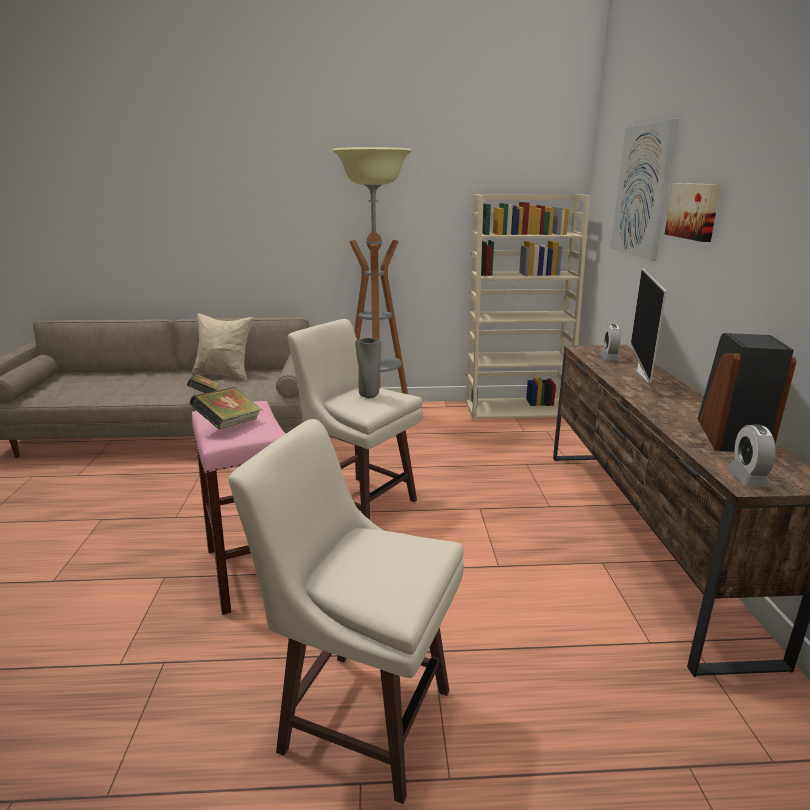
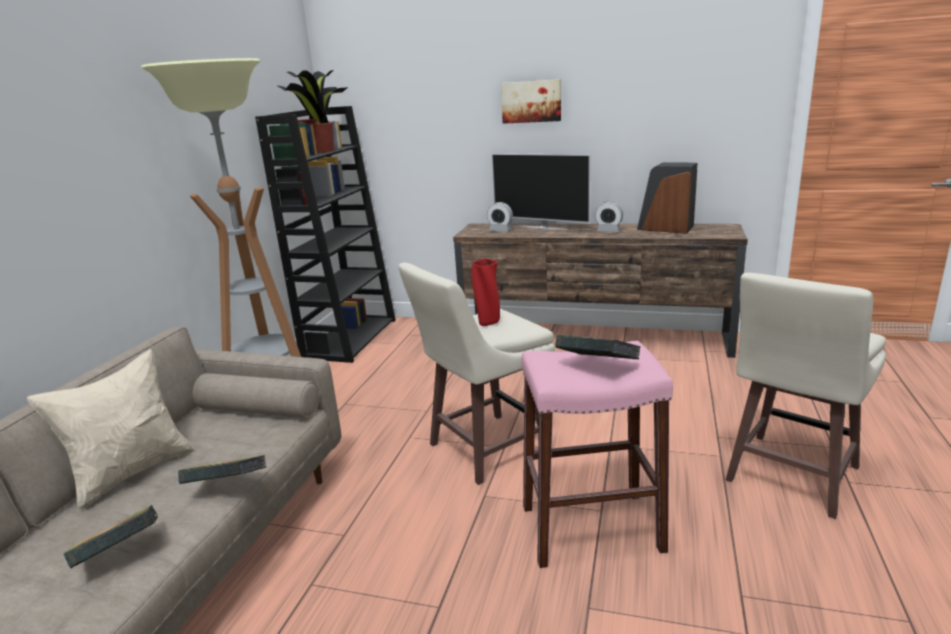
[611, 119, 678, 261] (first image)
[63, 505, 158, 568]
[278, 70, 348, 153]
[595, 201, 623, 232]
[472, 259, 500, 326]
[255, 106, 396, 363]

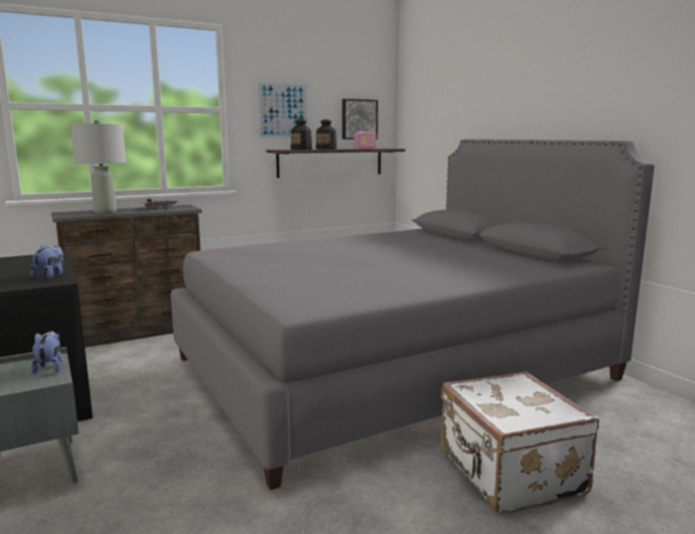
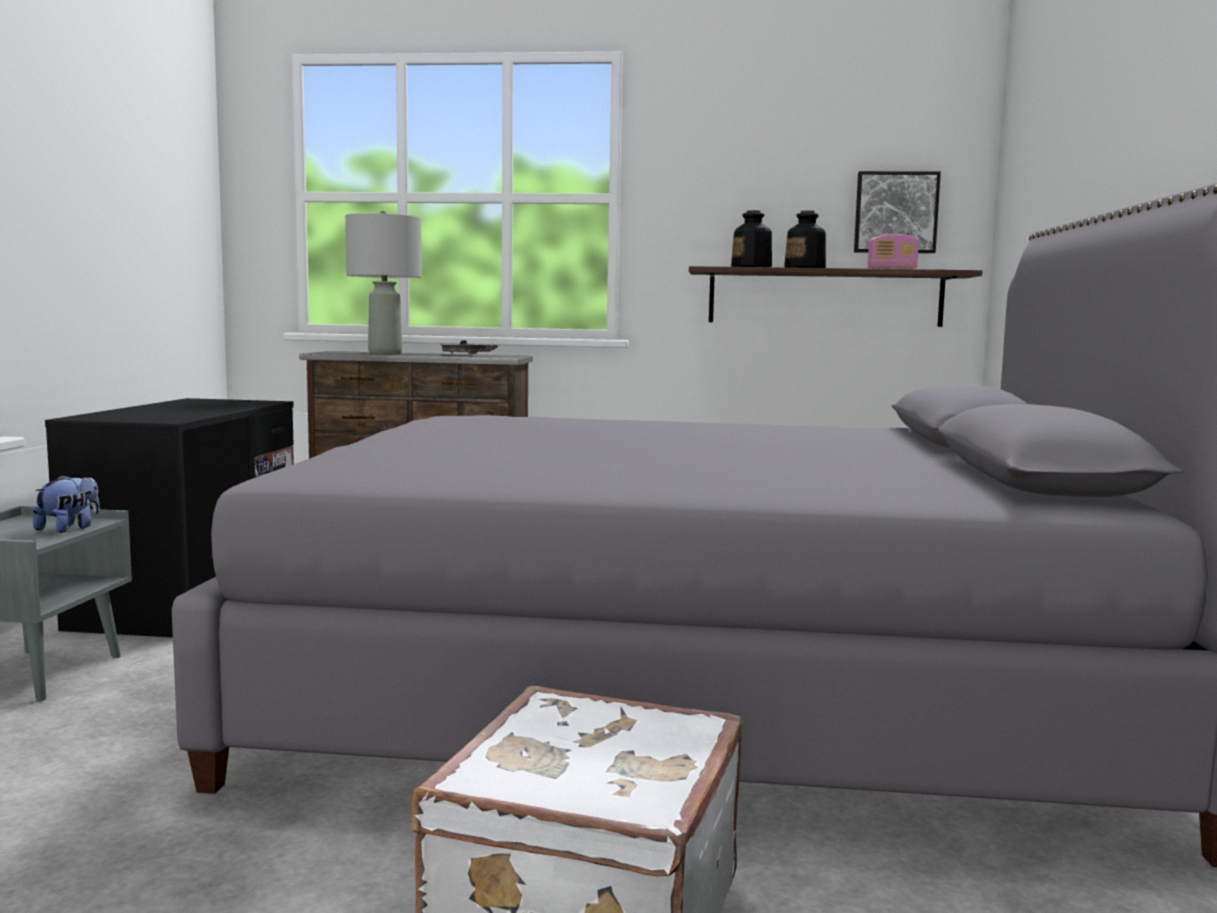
[31, 245, 64, 279] (first image)
[257, 81, 308, 138] (first image)

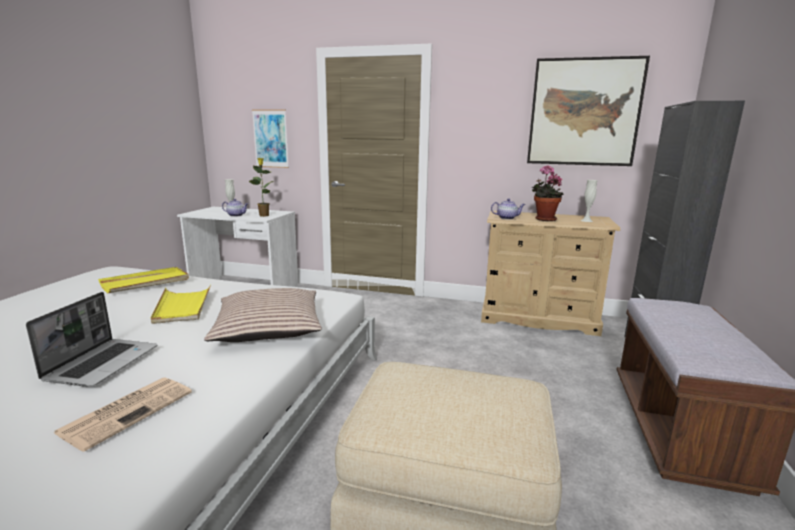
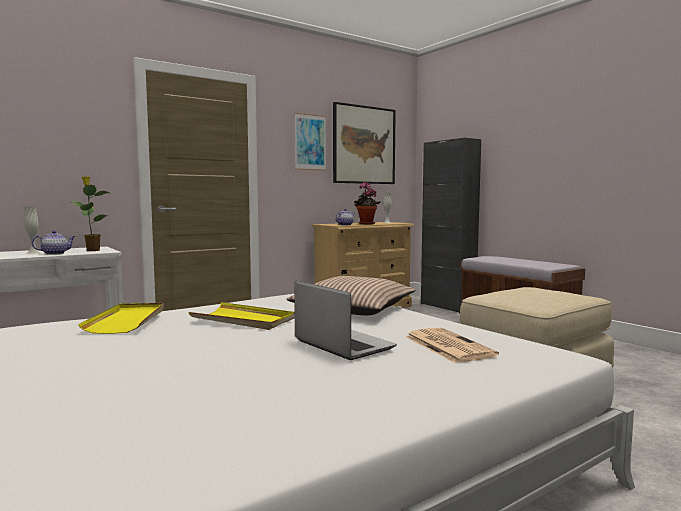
[295, 113, 326, 171]

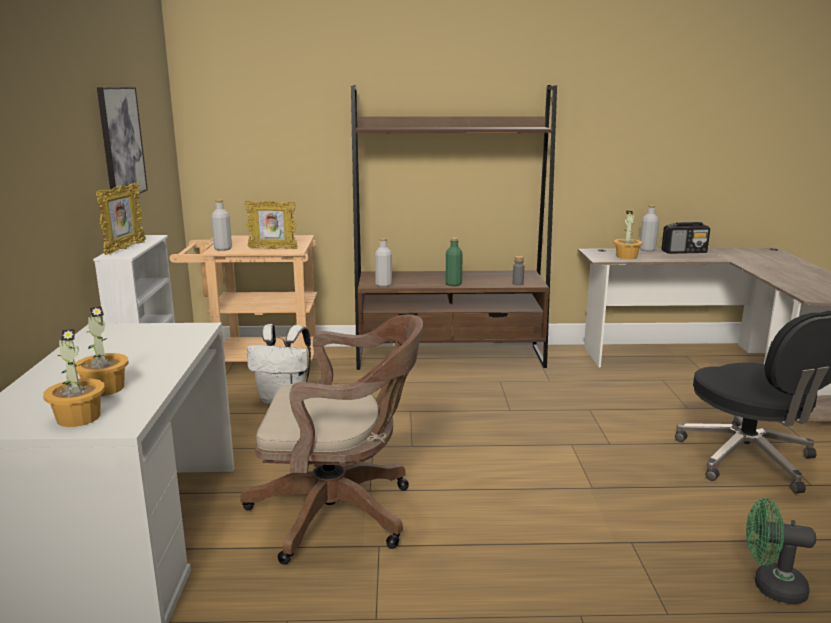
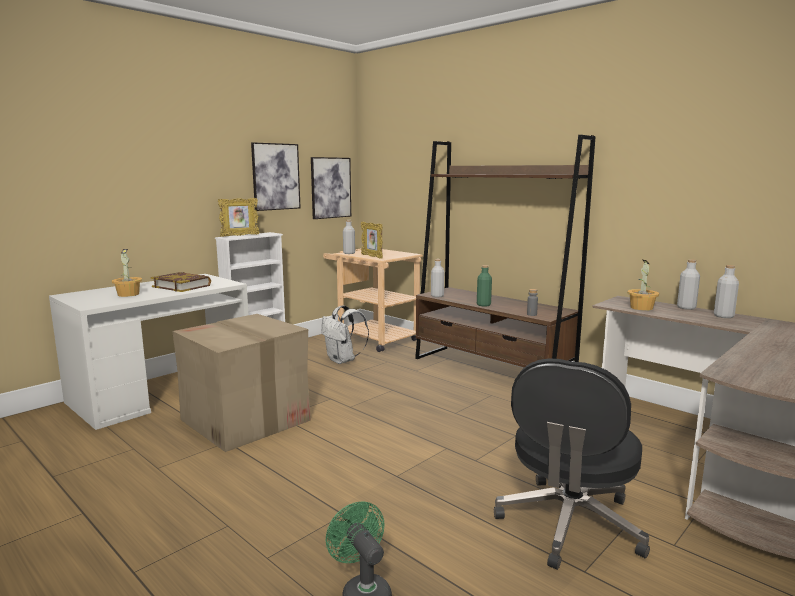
[43, 329, 105, 427] (first image)
[151, 272, 211, 292]
[311, 157, 351, 219]
[172, 314, 311, 452]
[714, 265, 739, 318]

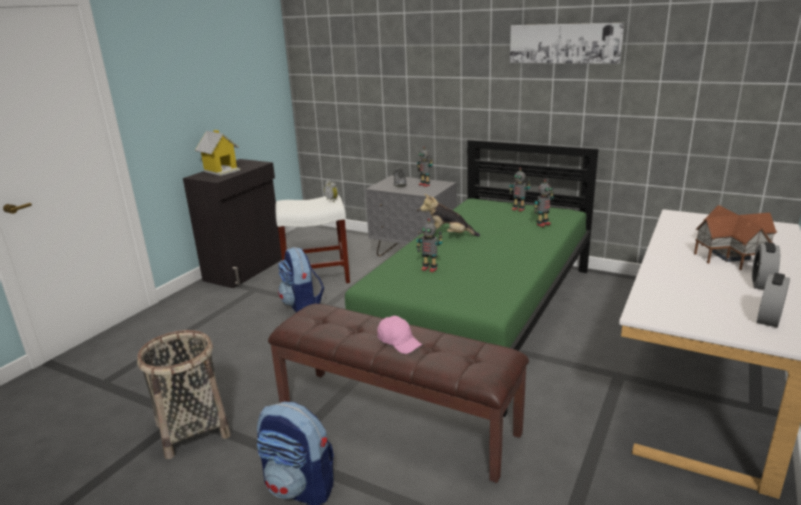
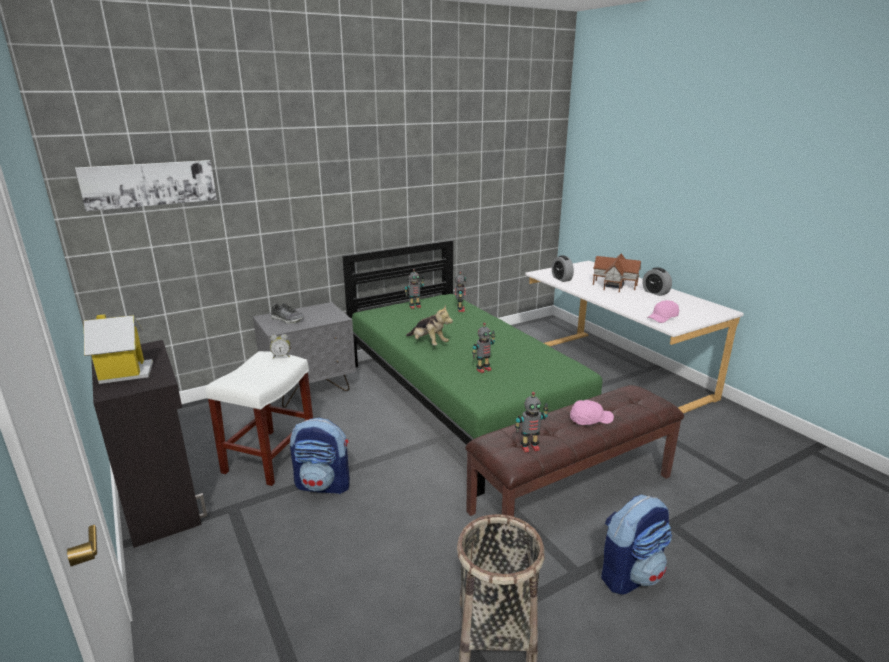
[647, 300, 679, 323]
[515, 392, 548, 452]
[75, 160, 217, 211]
[552, 255, 574, 282]
[406, 305, 453, 346]

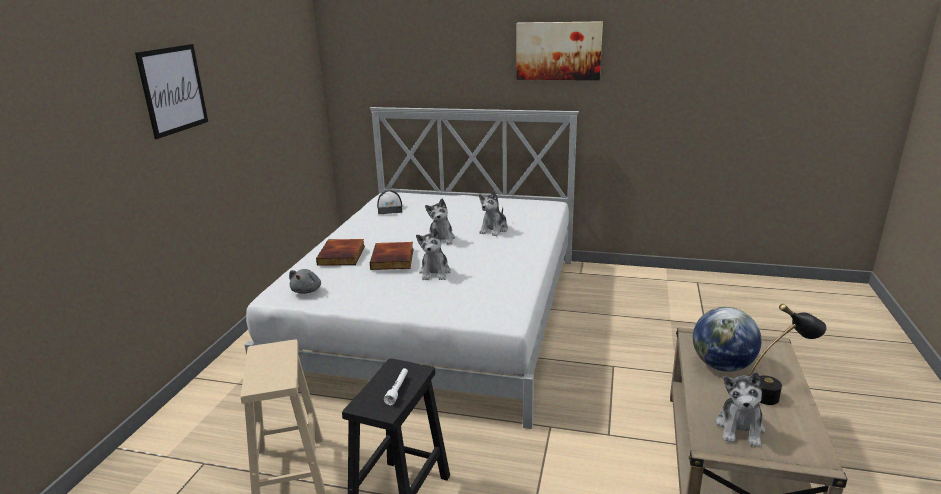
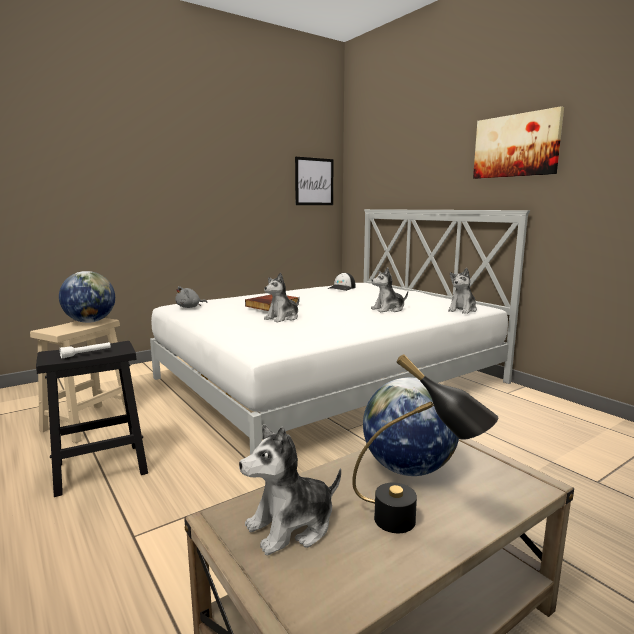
[316, 239, 365, 266] (first image)
[59, 271, 115, 323]
[295, 157, 334, 205]
[448, 268, 477, 314]

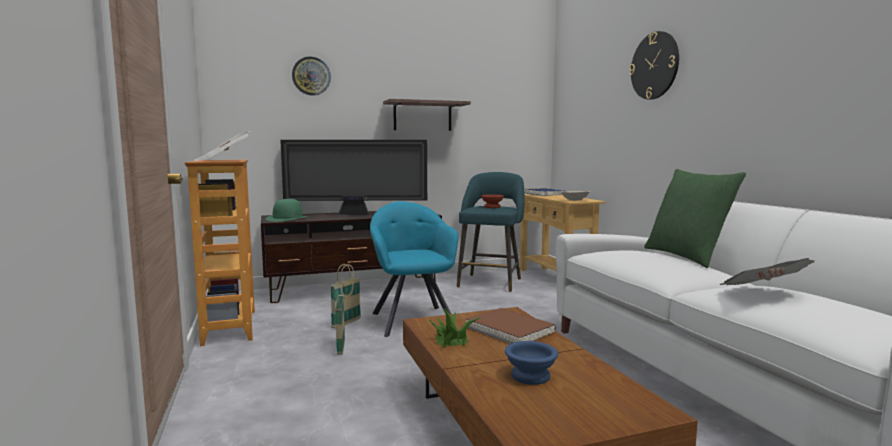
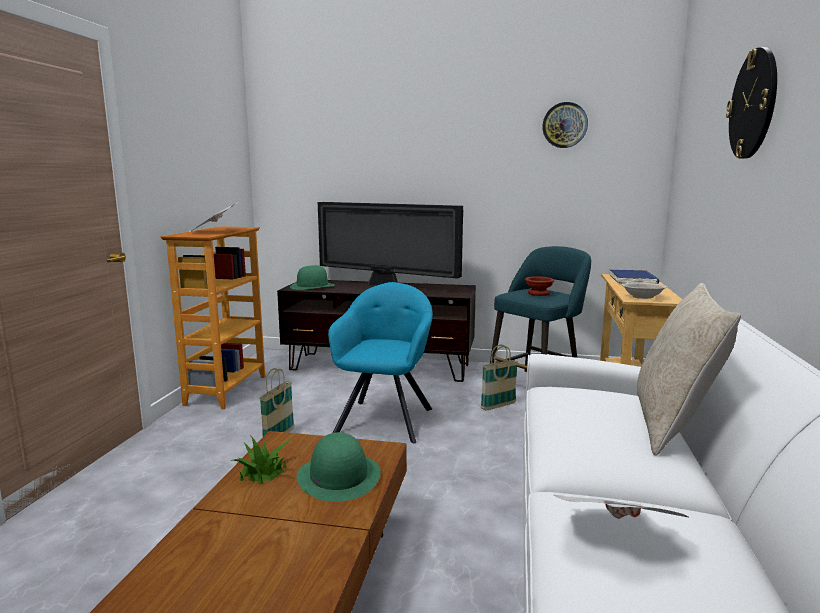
[383, 99, 471, 131] (first image)
[505, 341, 558, 385] (first image)
[542, 102, 588, 148]
[480, 345, 518, 410]
[297, 432, 381, 502]
[637, 283, 741, 456]

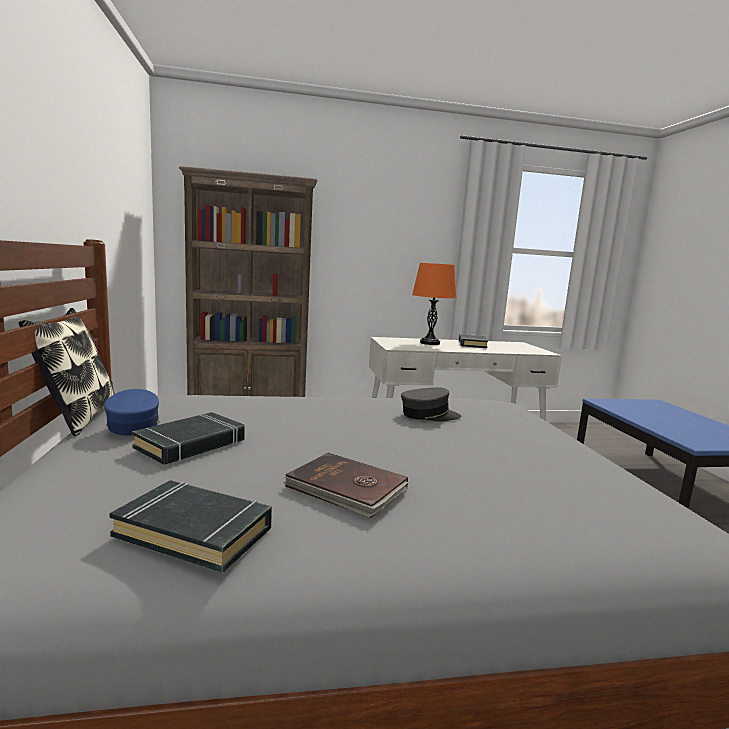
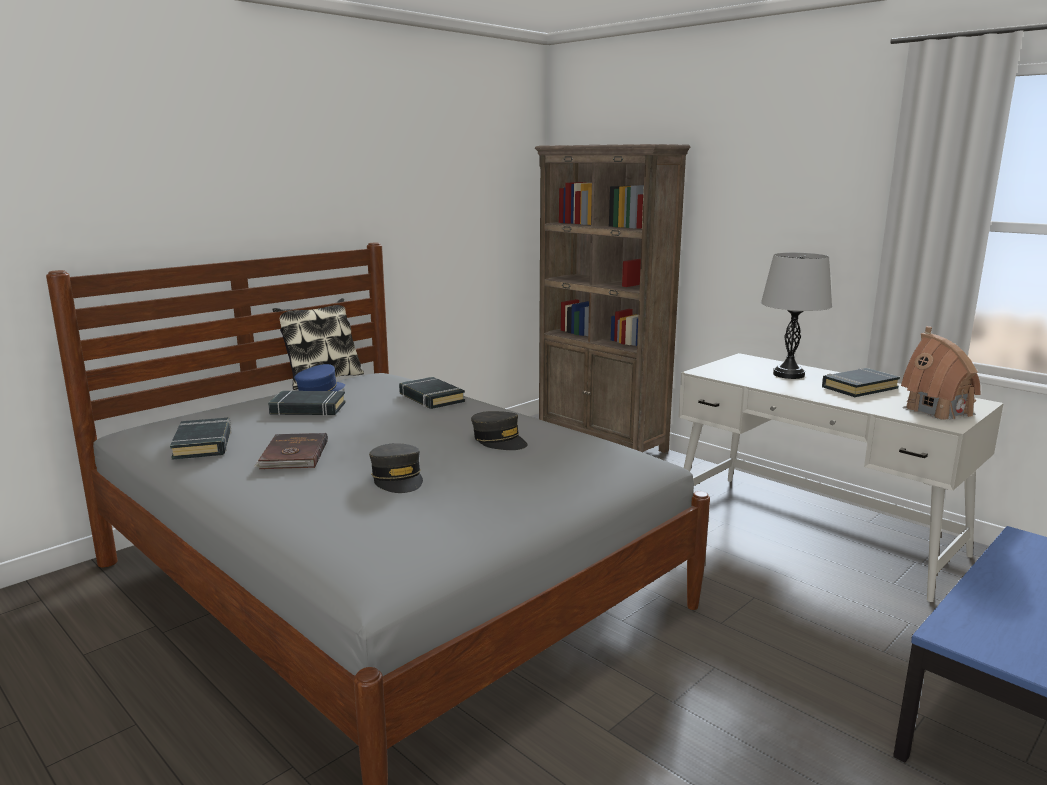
[369, 443, 423, 493]
[399, 377, 465, 409]
[901, 326, 980, 420]
[761, 253, 832, 379]

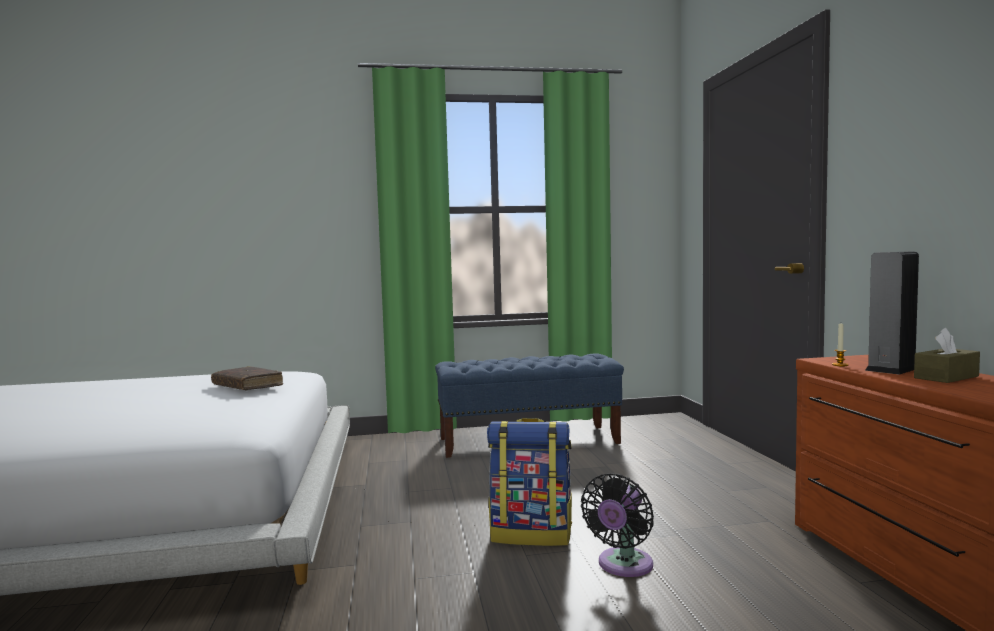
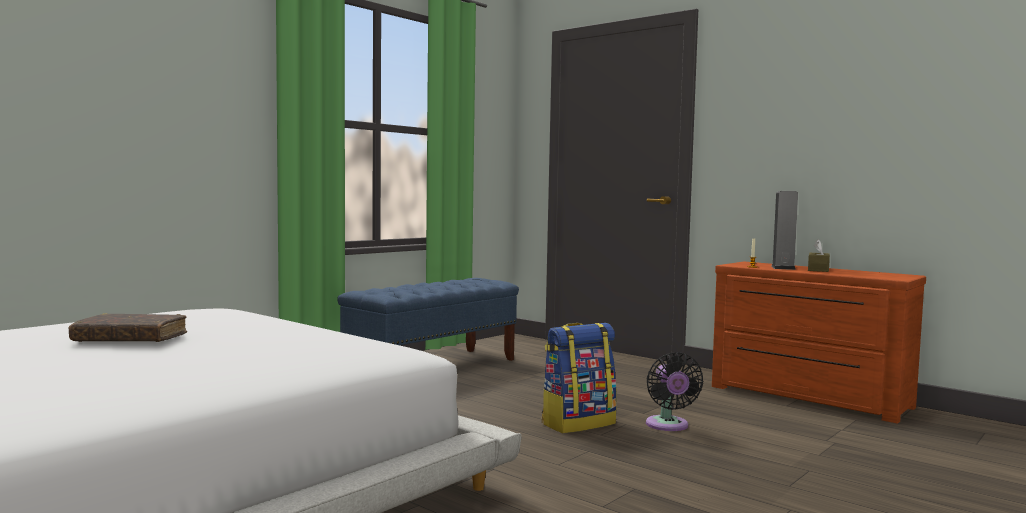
[69, 313, 187, 342]

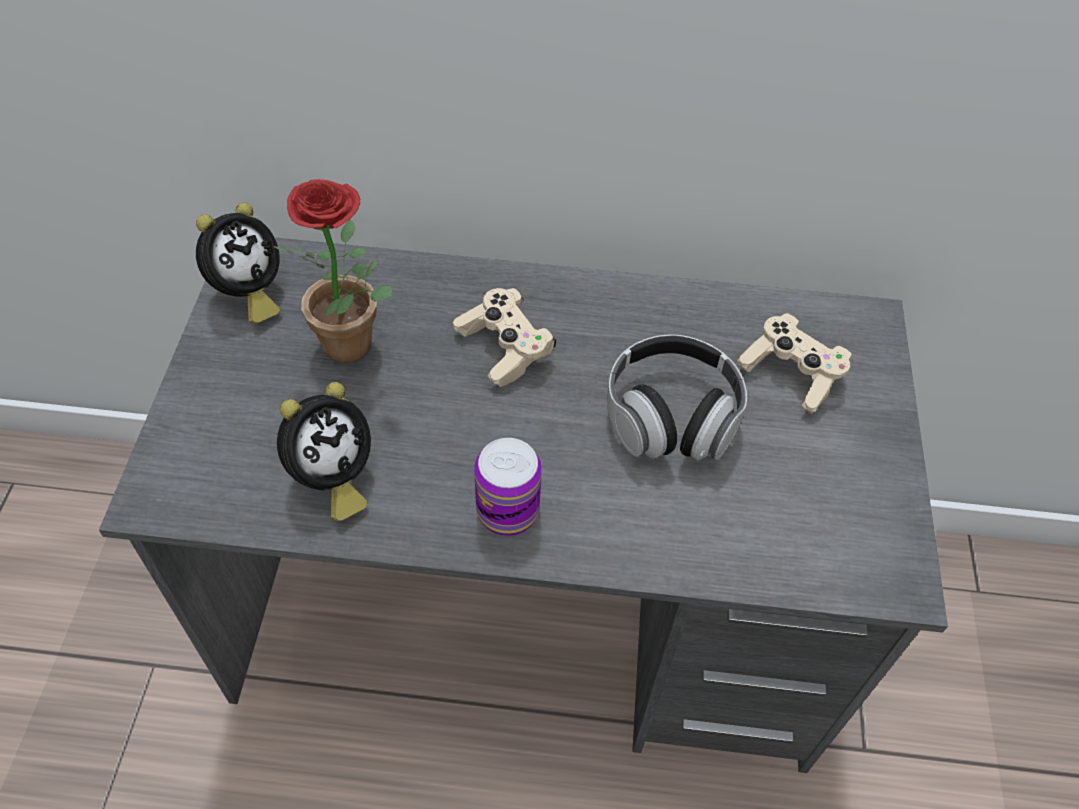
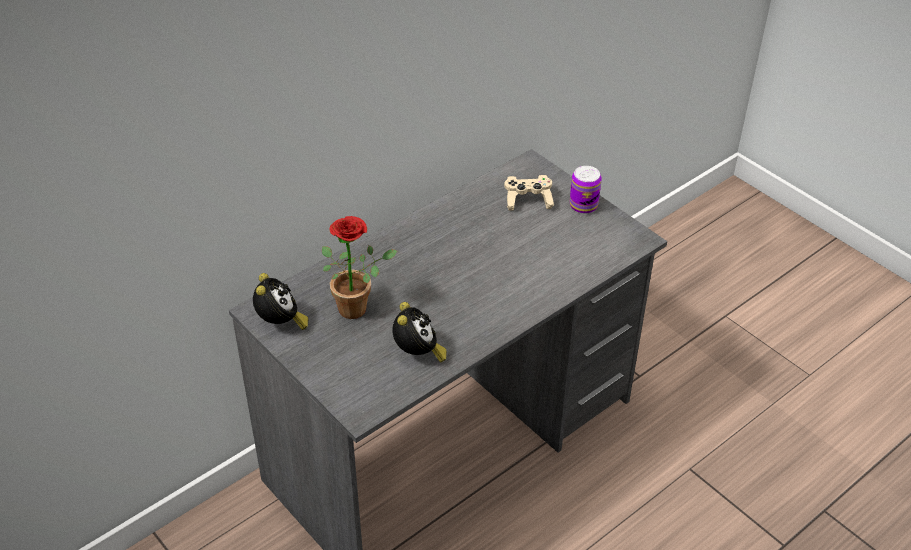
[453, 288, 556, 387] (first image)
[607, 335, 747, 461] (first image)
[570, 166, 602, 214]

